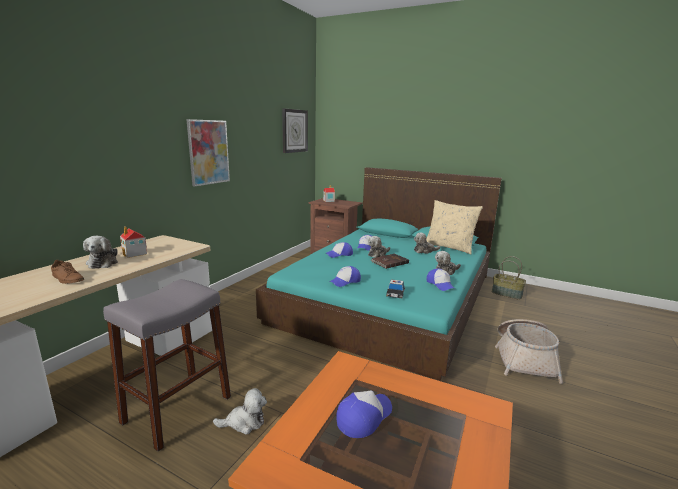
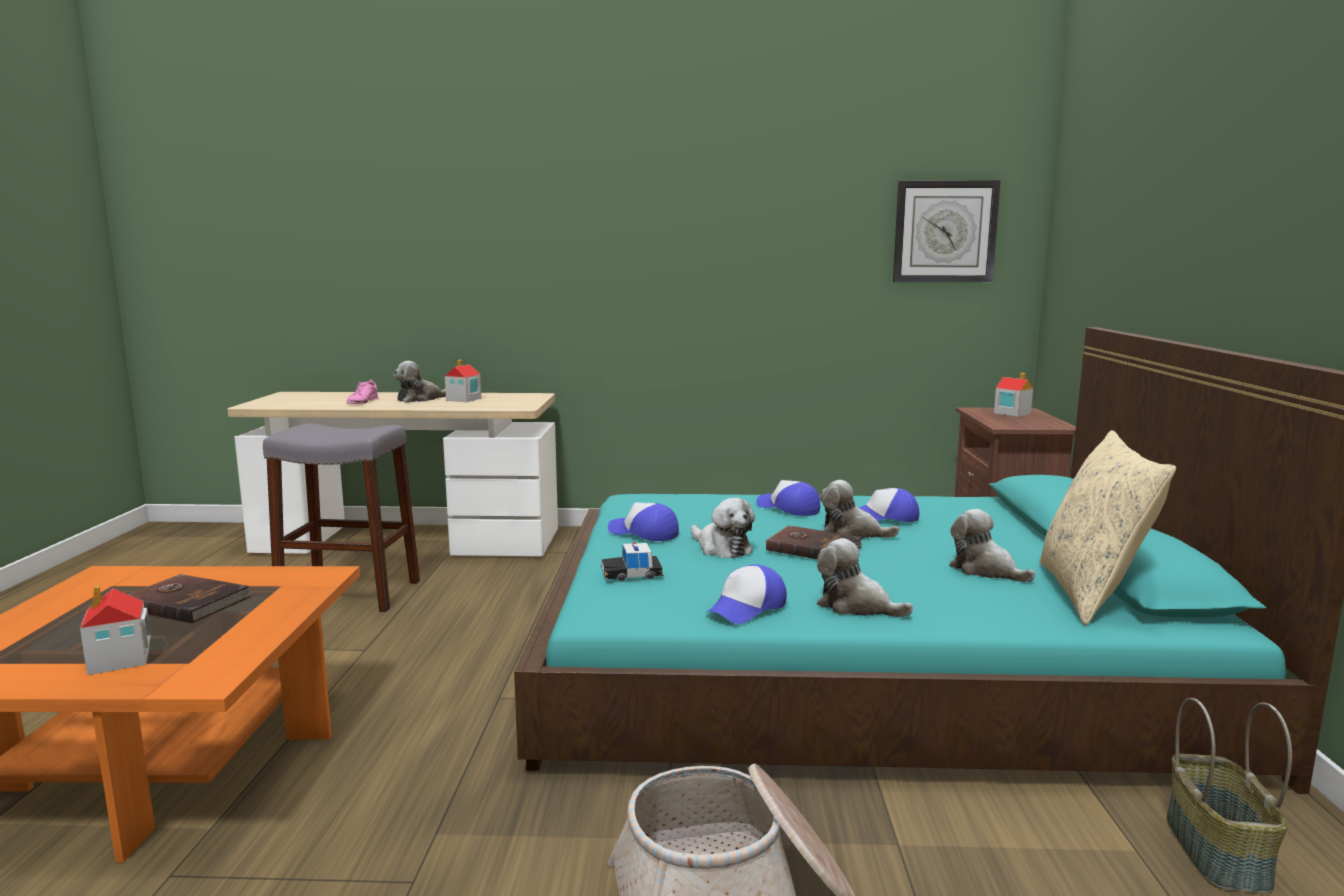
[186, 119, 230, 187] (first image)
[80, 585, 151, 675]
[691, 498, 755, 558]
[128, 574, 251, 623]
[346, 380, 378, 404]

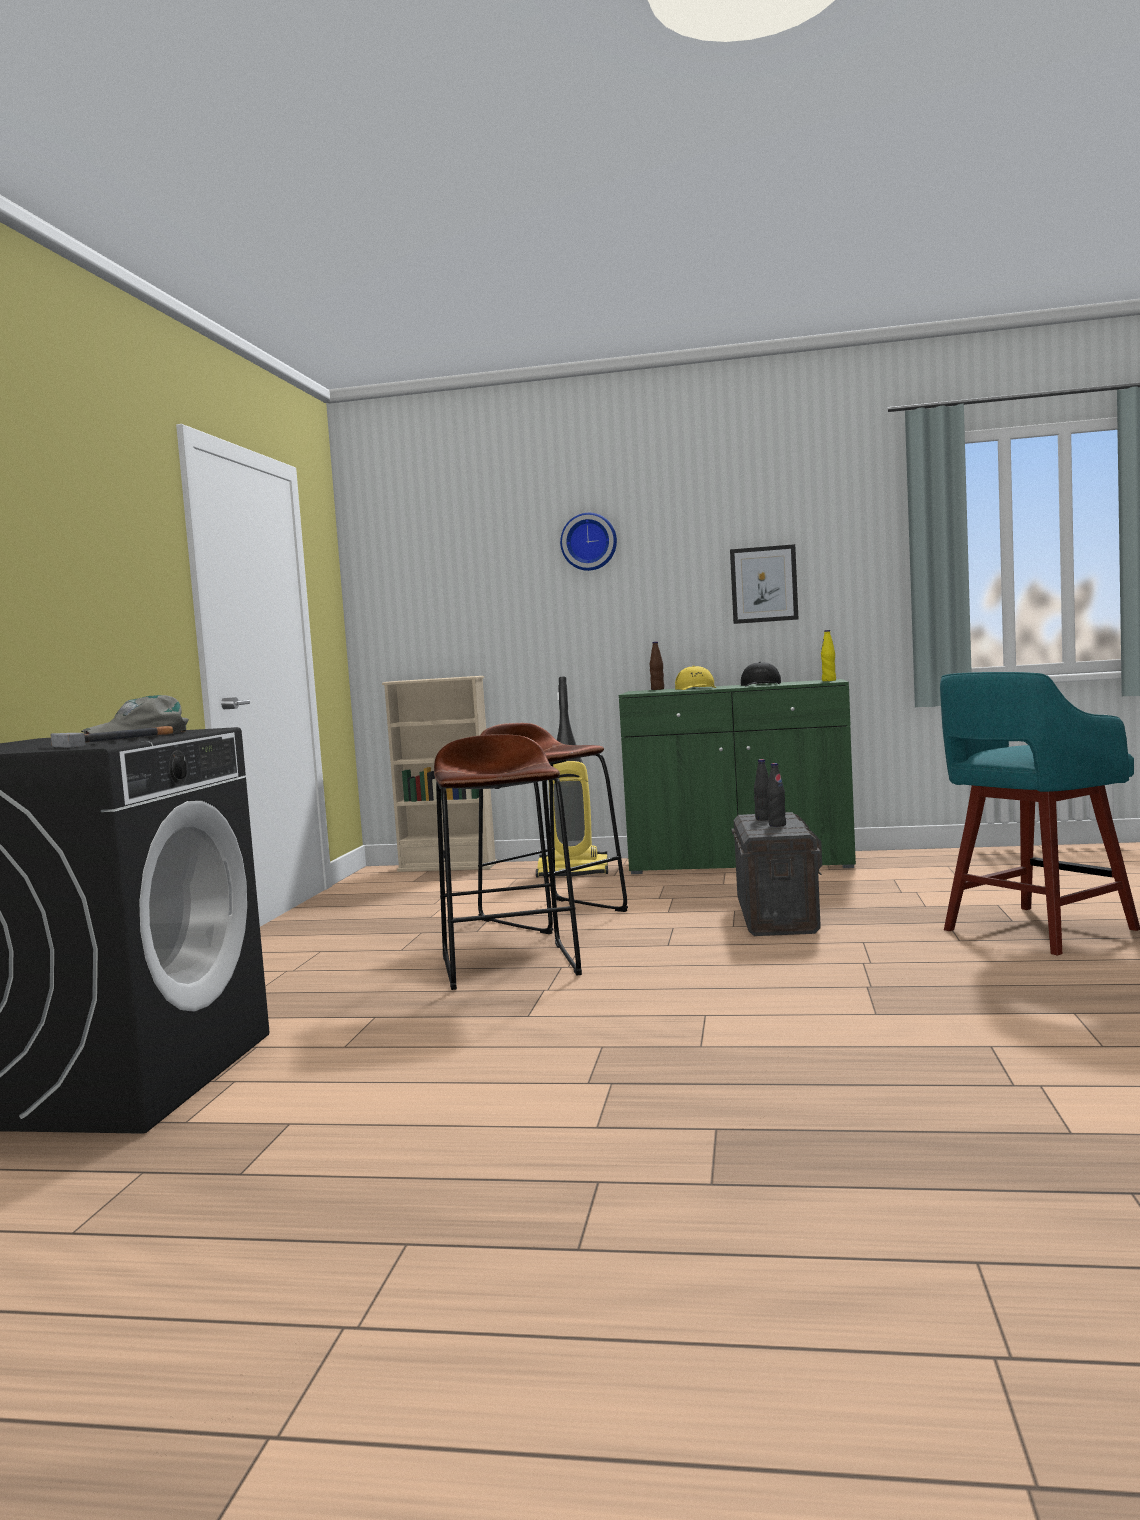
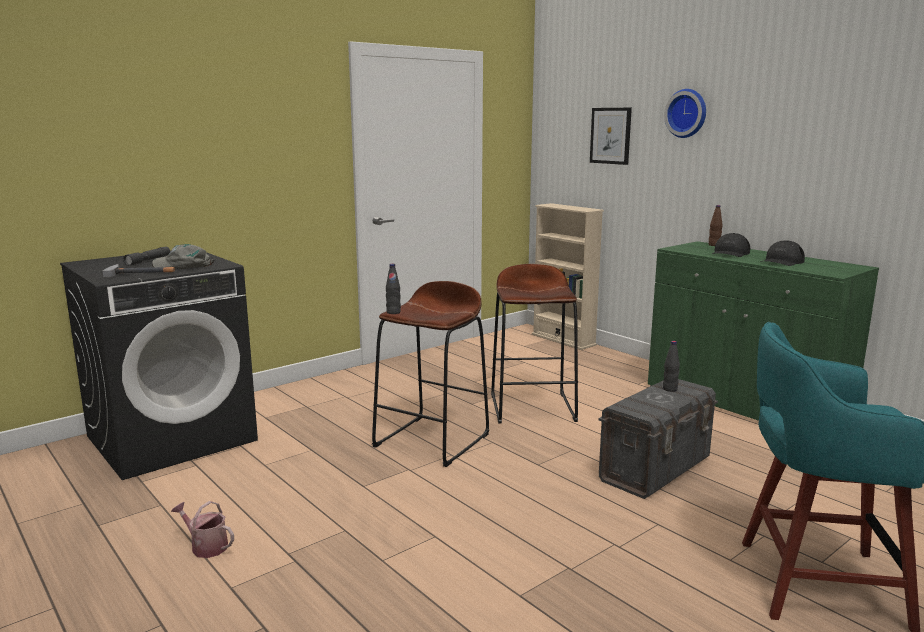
[536, 677, 608, 878] (first image)
[821, 630, 836, 681] (first image)
[123, 247, 170, 266]
[171, 501, 234, 558]
[590, 108, 632, 165]
[386, 264, 401, 314]
[712, 233, 750, 257]

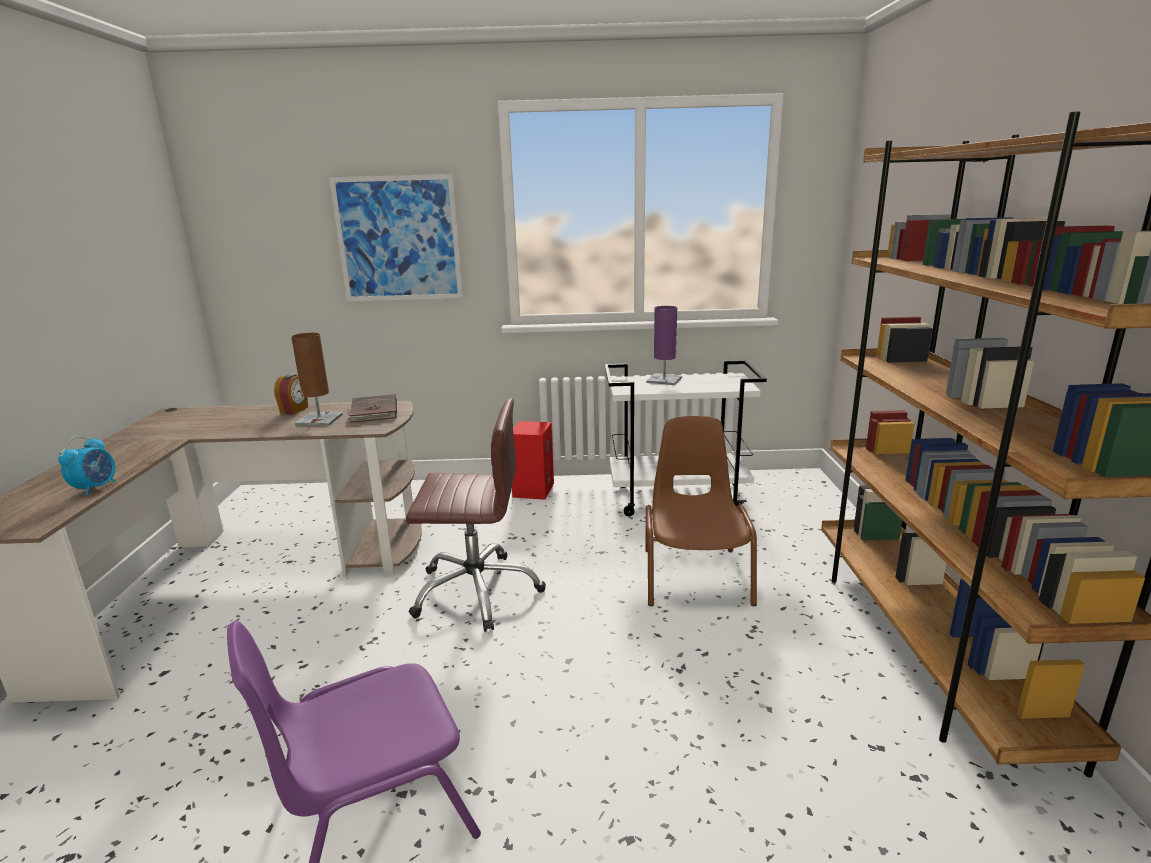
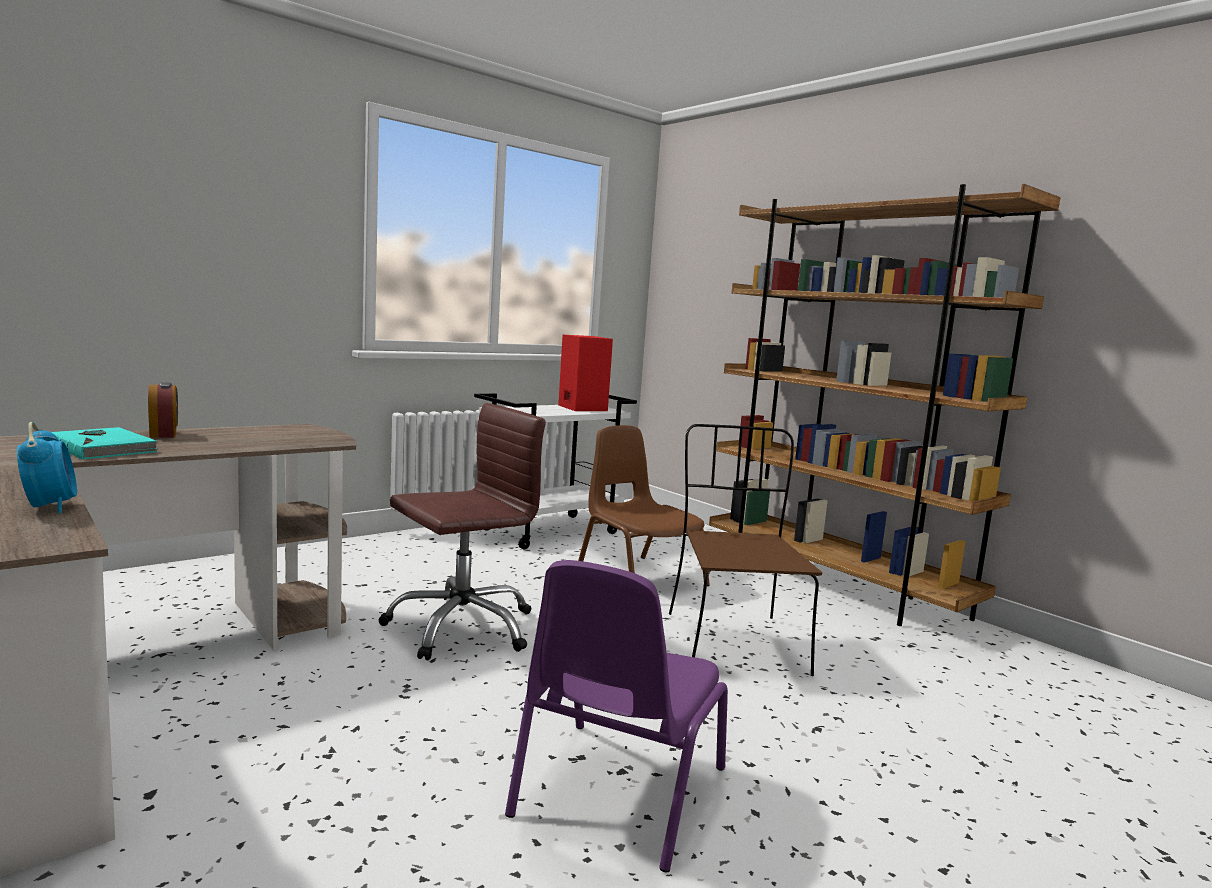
[291, 333, 343, 426] (first image)
[329, 174, 463, 301] (first image)
[346, 394, 397, 423] (first image)
[646, 306, 682, 385] (first image)
[51, 427, 158, 460]
[669, 424, 822, 676]
[558, 335, 613, 411]

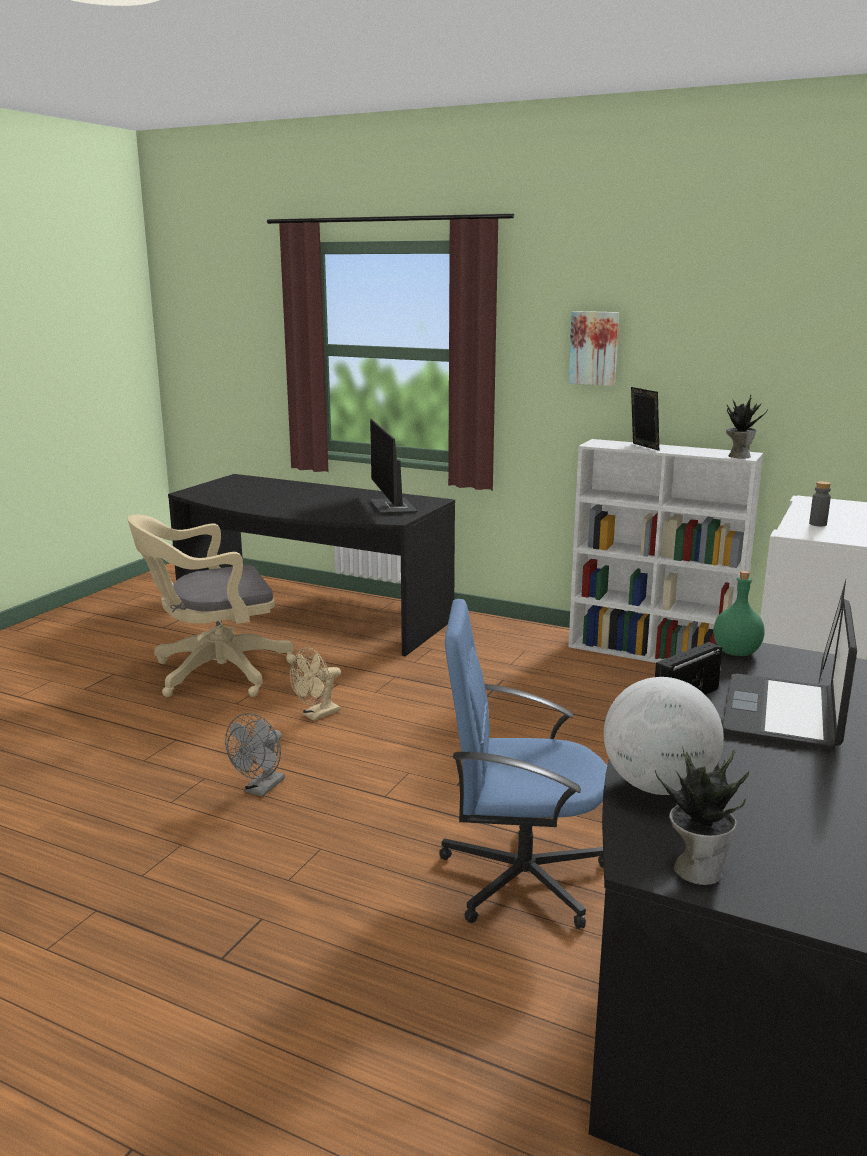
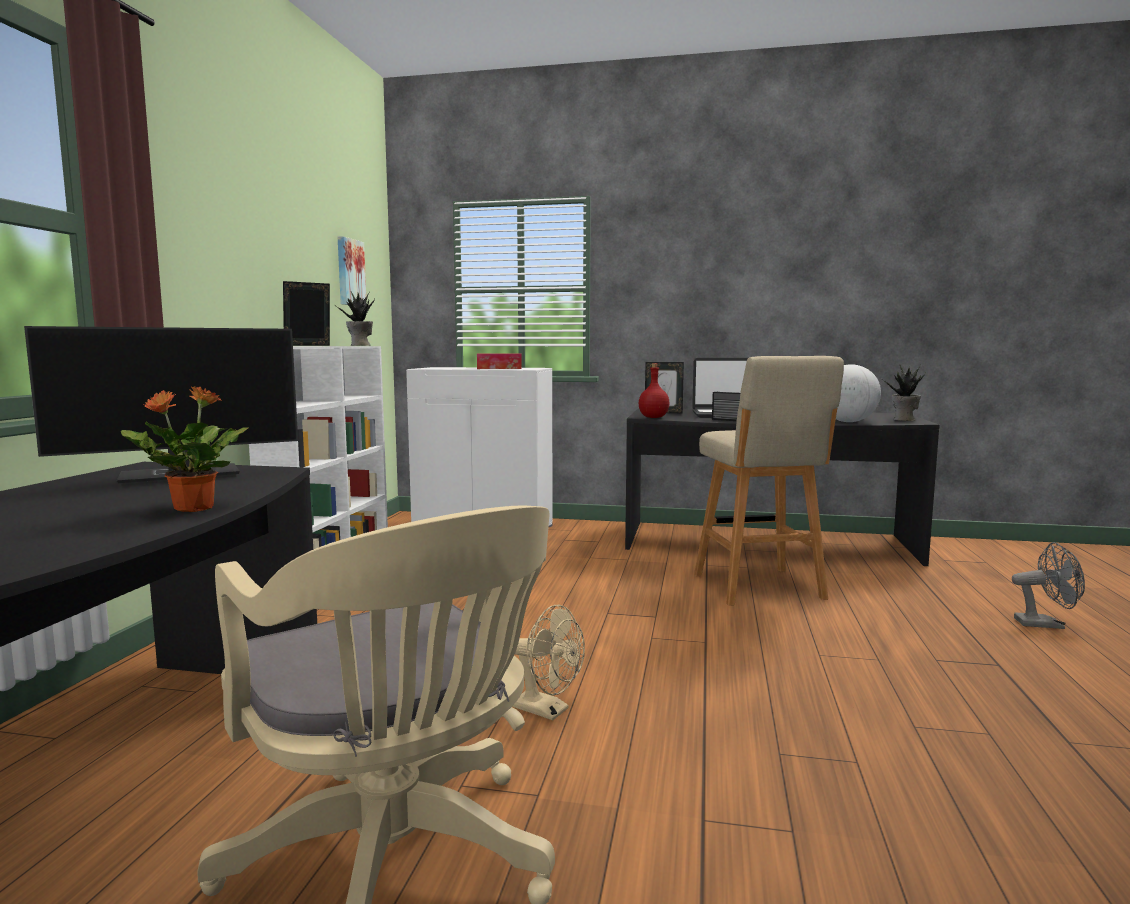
[120, 387, 249, 512]
[1012, 542, 1085, 629]
[338, 236, 367, 305]
[694, 356, 844, 606]
[477, 353, 522, 369]
[639, 363, 670, 418]

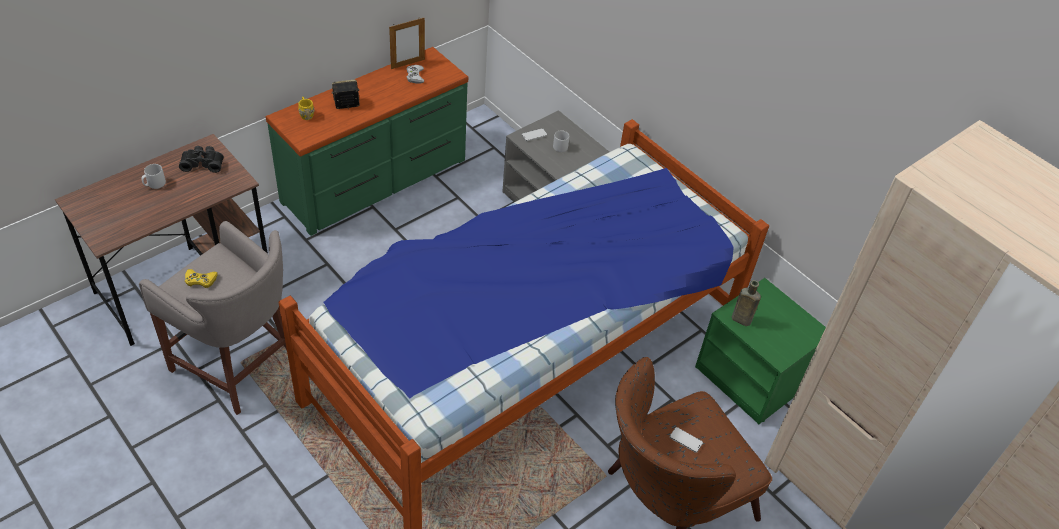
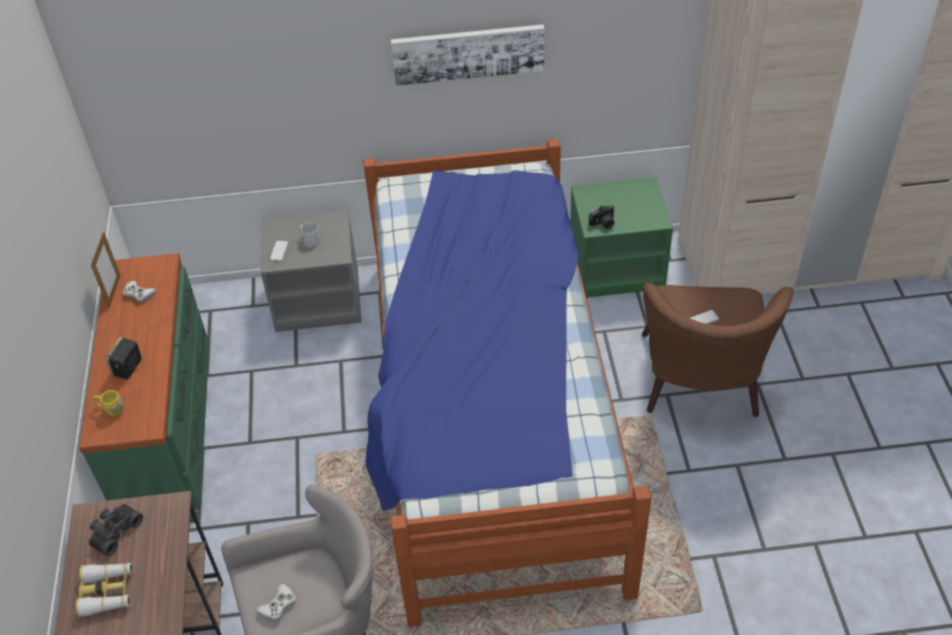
[391, 24, 544, 86]
[76, 562, 133, 617]
[589, 205, 615, 229]
[256, 584, 296, 621]

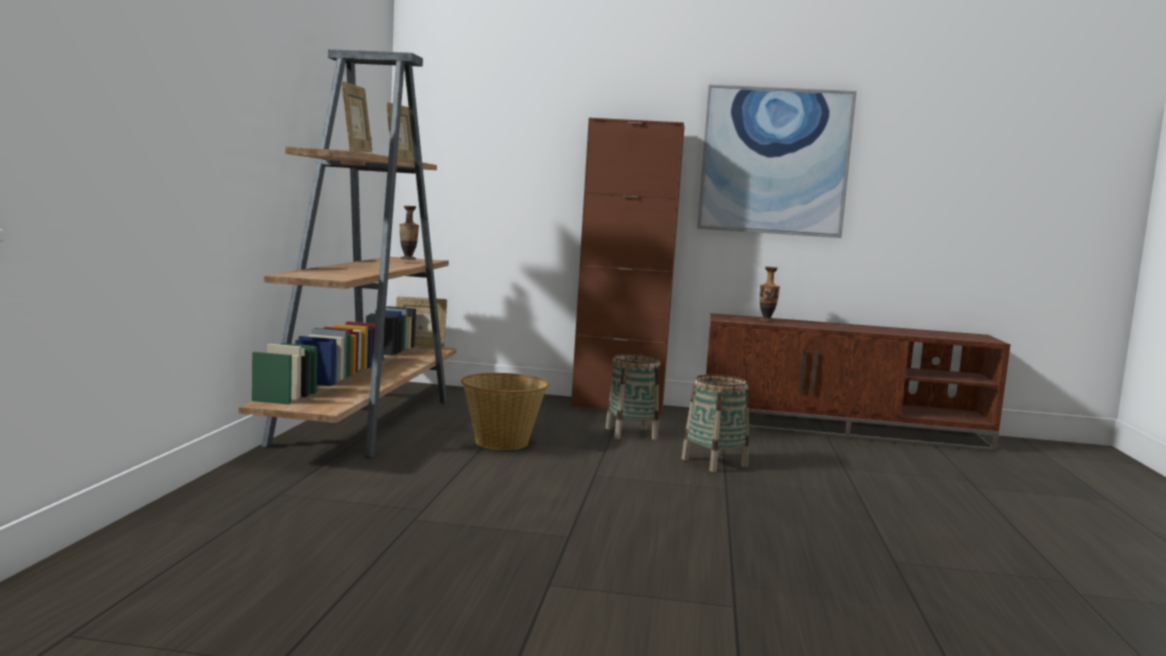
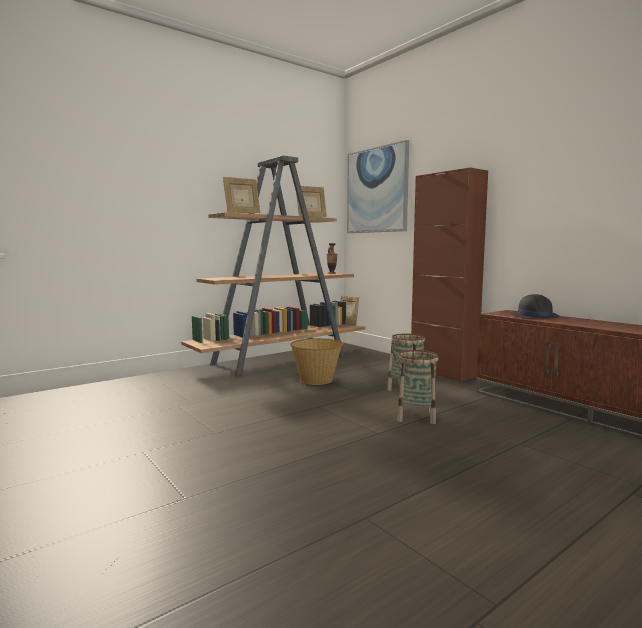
[347, 140, 409, 233]
[511, 294, 560, 319]

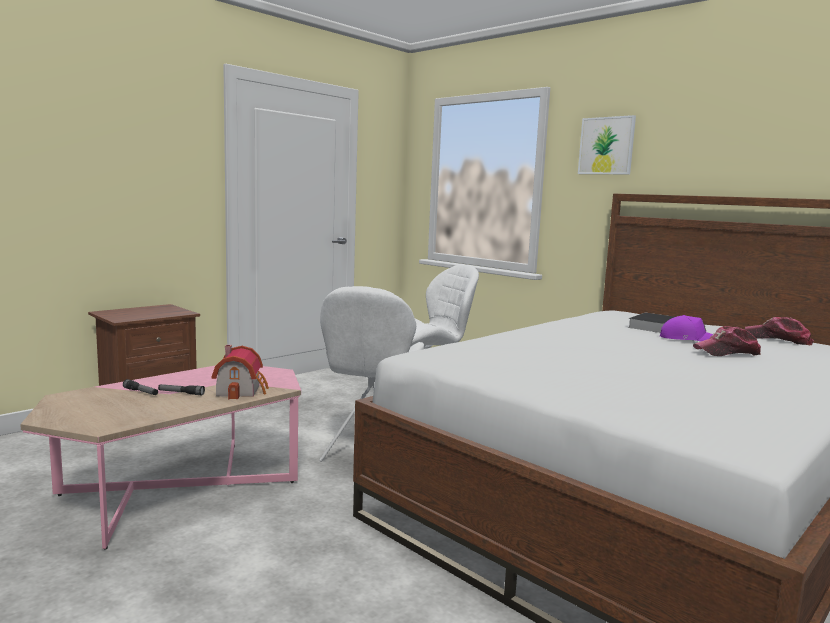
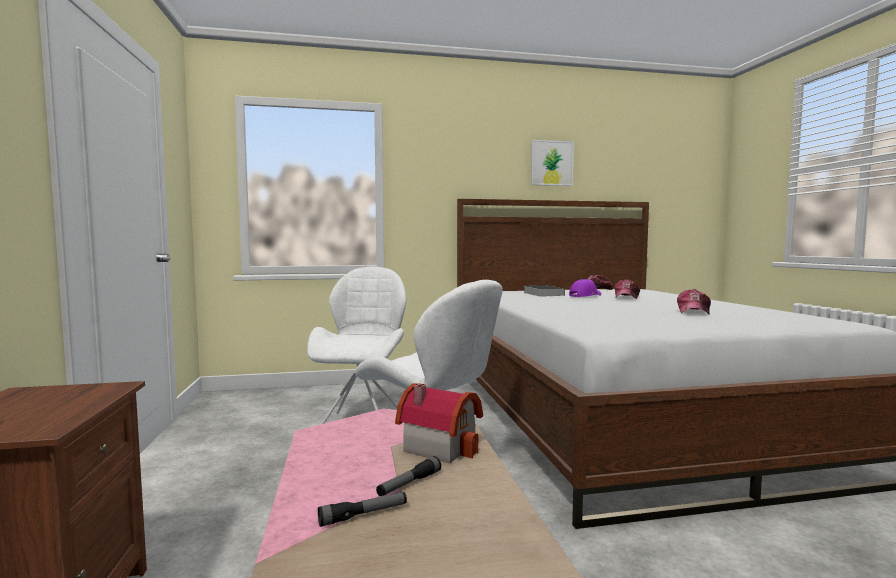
[677, 289, 711, 315]
[531, 140, 574, 186]

